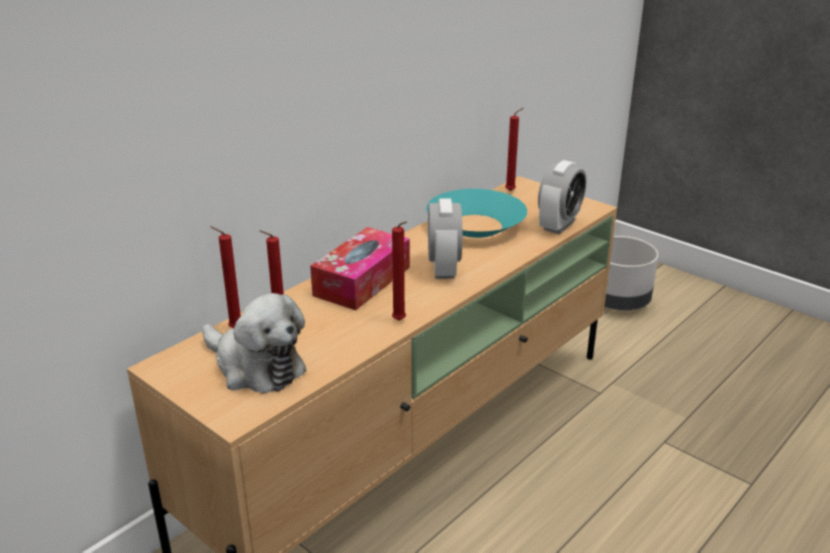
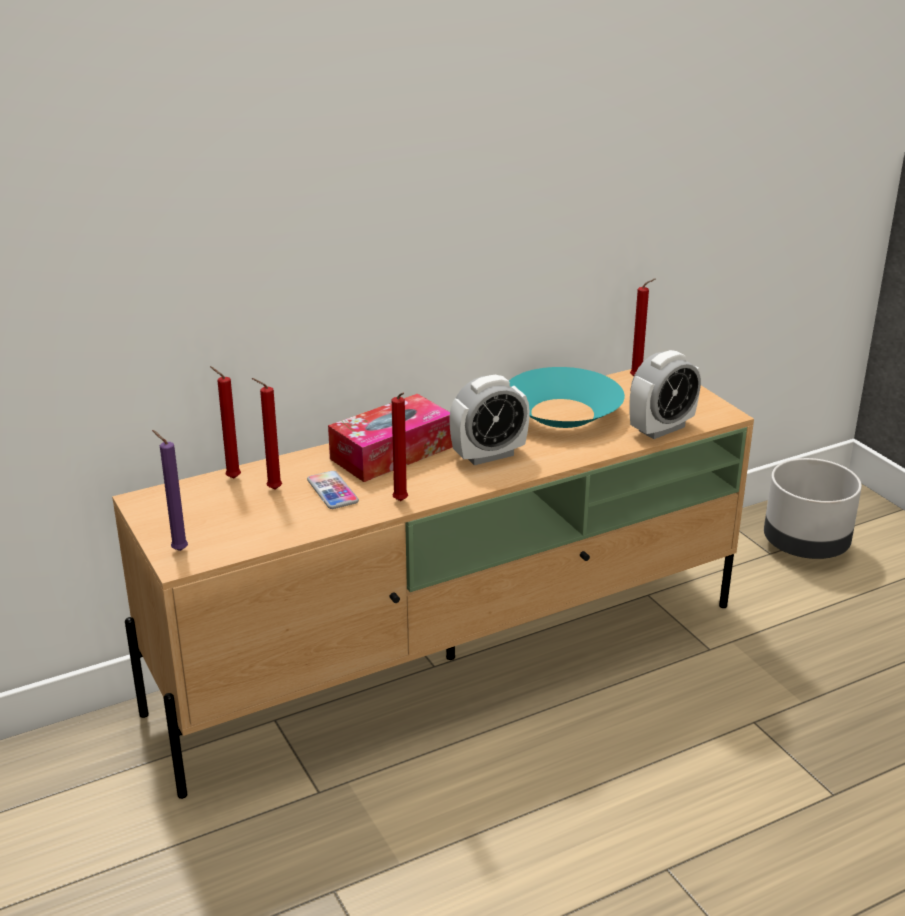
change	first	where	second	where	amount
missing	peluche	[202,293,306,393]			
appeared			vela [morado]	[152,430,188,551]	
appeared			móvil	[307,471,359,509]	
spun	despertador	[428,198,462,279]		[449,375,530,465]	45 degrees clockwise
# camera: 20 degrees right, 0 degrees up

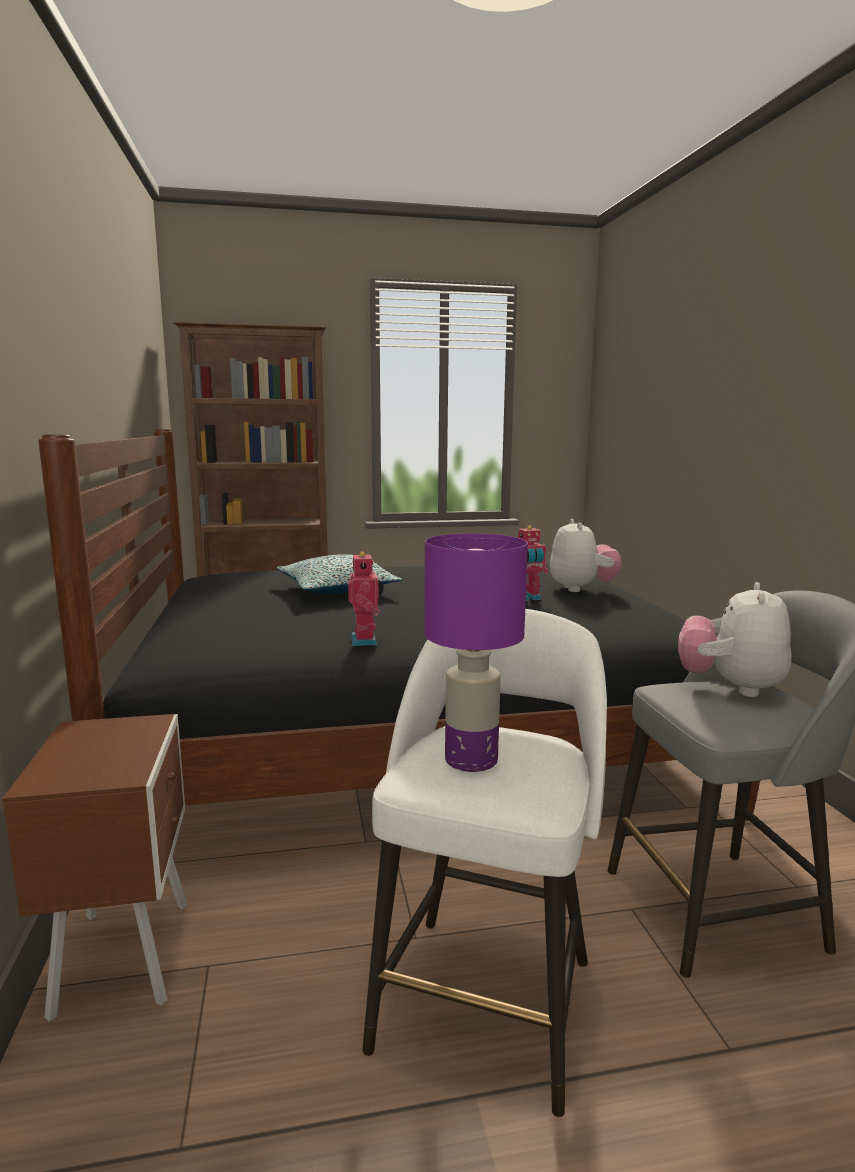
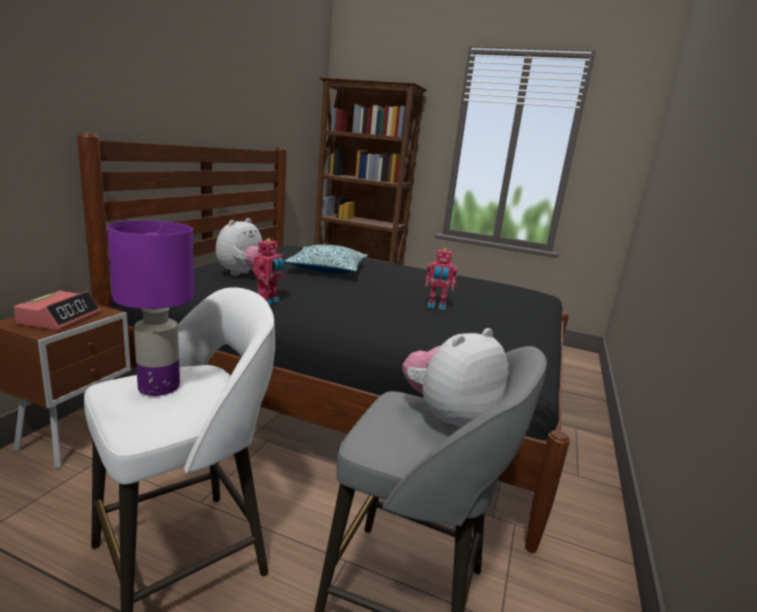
change	first	where	second	where	amount
appeared			despertador	[14,291,101,330]	
relocated	peluche	[550,519,621,592]		[216,218,277,276]	
# camera: 30 degrees right, 5 degrees up

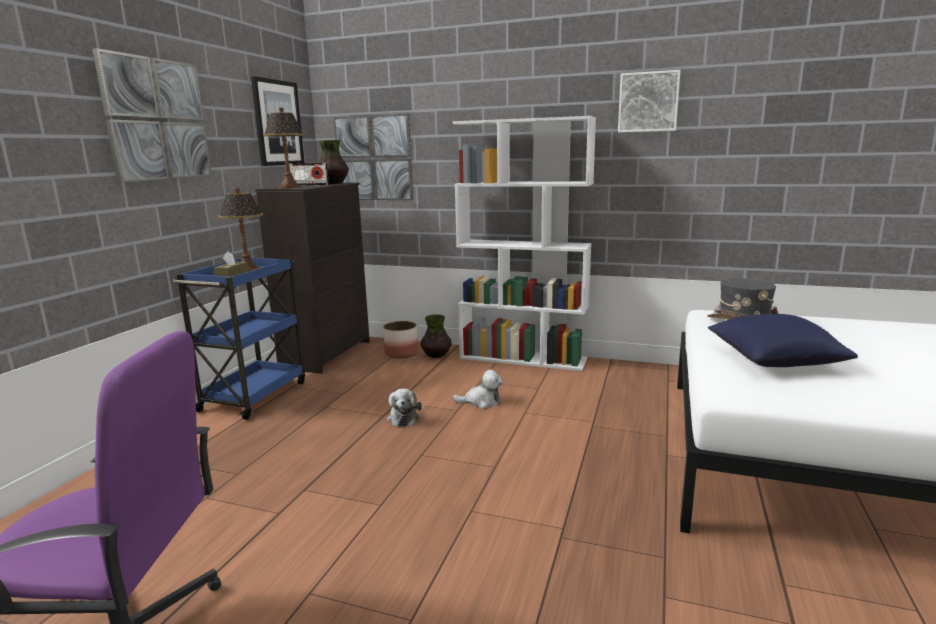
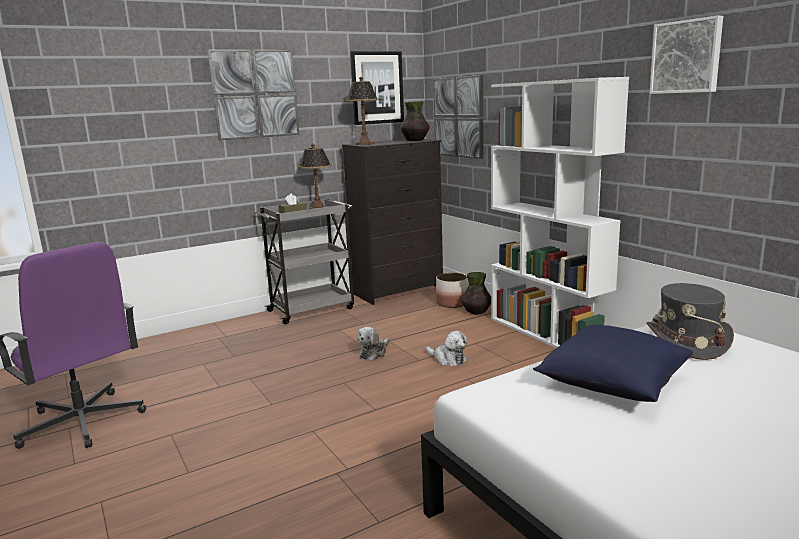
change	first	where	second	where	amount
missing	radio	[289,163,329,186]			
colour	carrito [azul]	[173,258,305,420]	carrito [gris]	[254,199,354,324]	
# camera: 40 degrees right, 0 degrees up

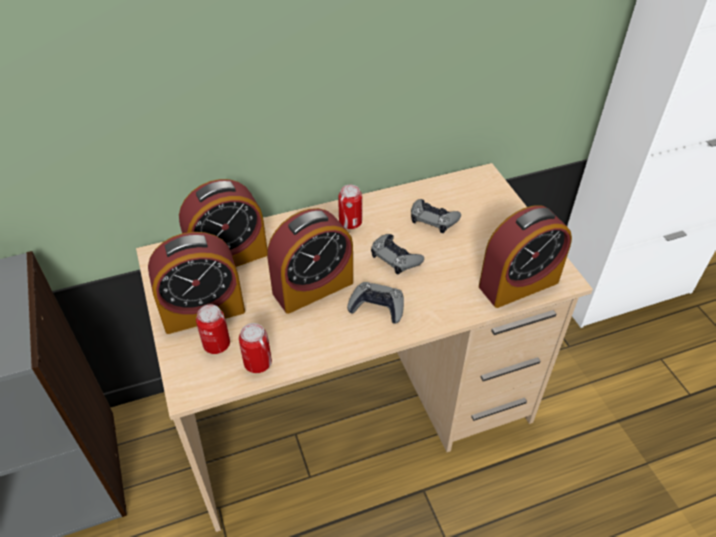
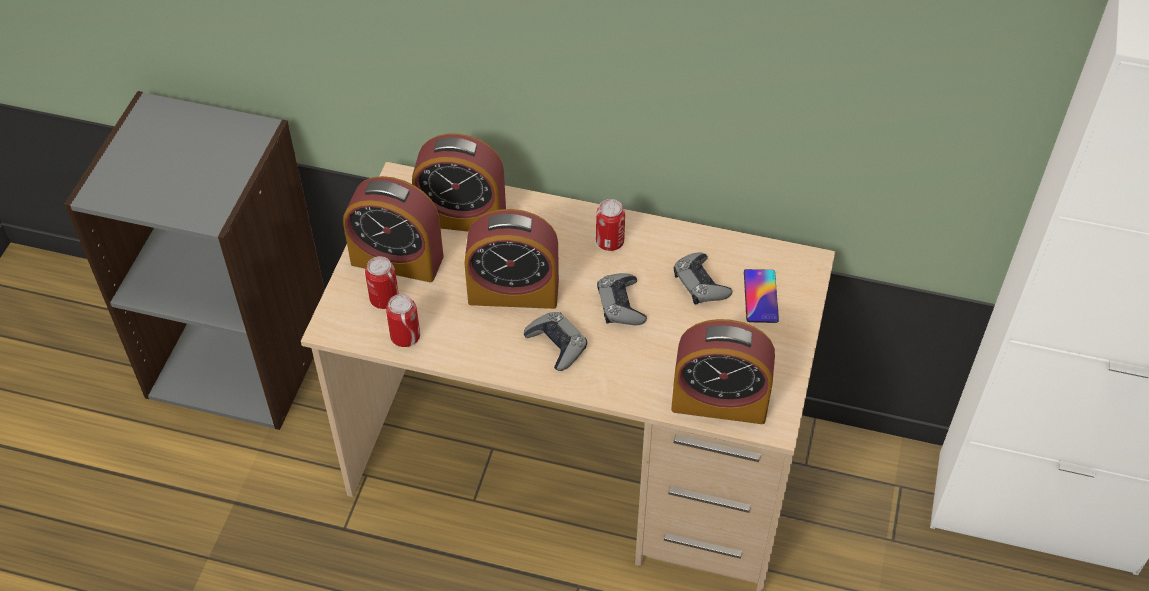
change	first	where	second	where	amount
appeared			móvil	[744,269,779,323]	
# camera: 35 degrees right, 5 degrees up

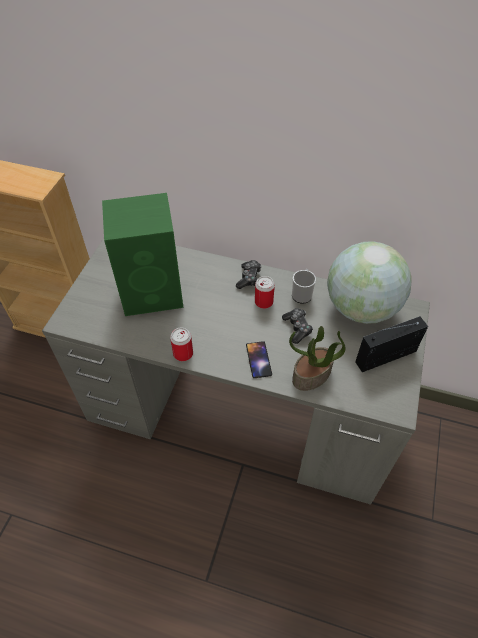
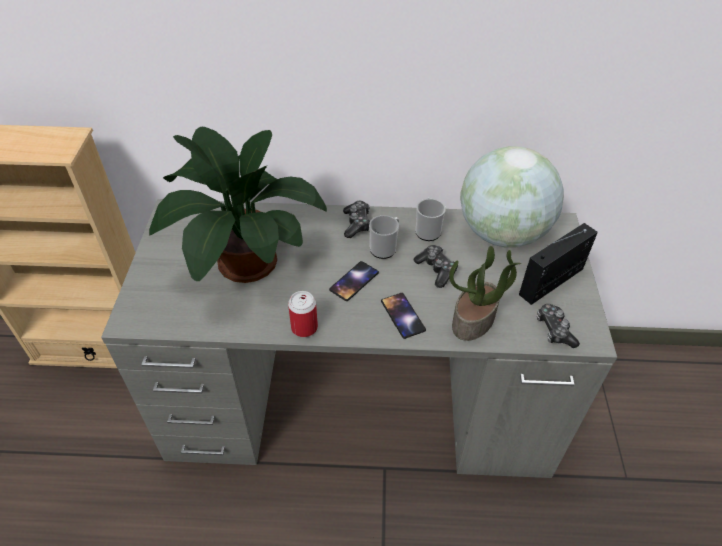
change	first	where	second	where	amount
appeared			móvil	[329,261,379,301]	
appeared			mando de consola	[537,304,580,348]	
exchanged	altavoz [verde]	[102,193,184,316]	planta en maceta	[149,127,327,283]	
exchanged	lata	[255,276,275,309]	taza grande	[369,215,399,259]	
# camera: 15 degrees left, 5 degrees down

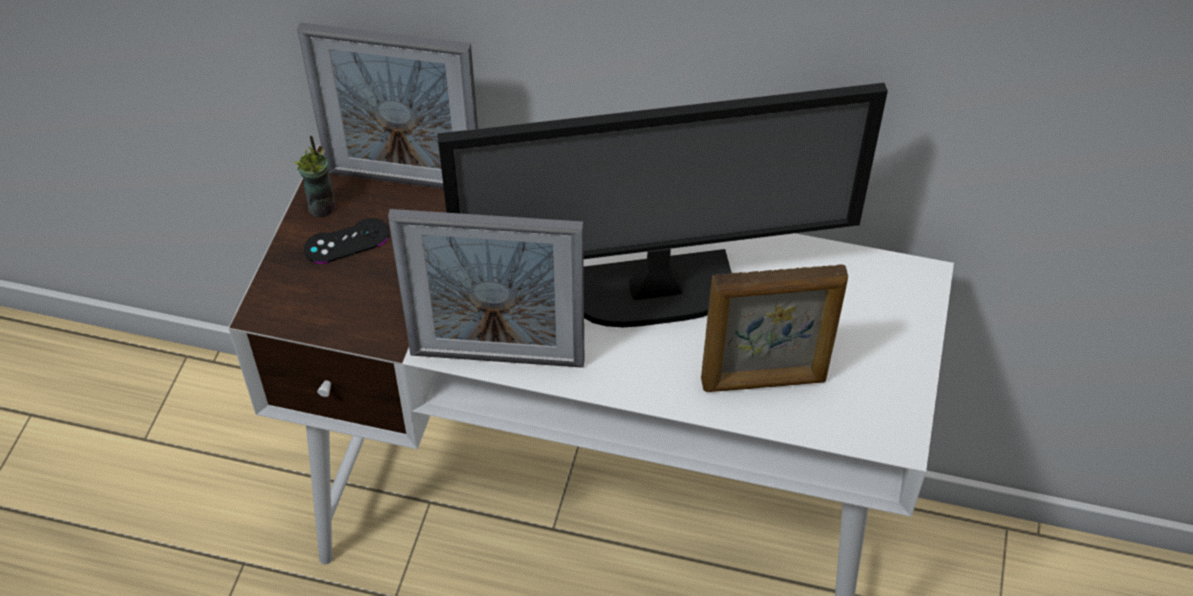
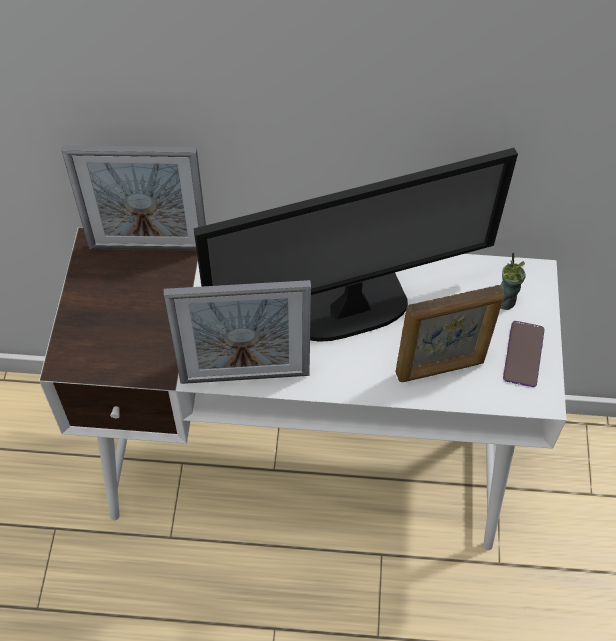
change	first	where	second	where	amount
missing	mando de consola [negro]	[304,218,390,264]			
appeared			móvil	[503,321,544,387]	
relocated	taza	[294,135,335,217]		[501,252,526,310]	
# camera: 10 degrees left, 5 degrees up

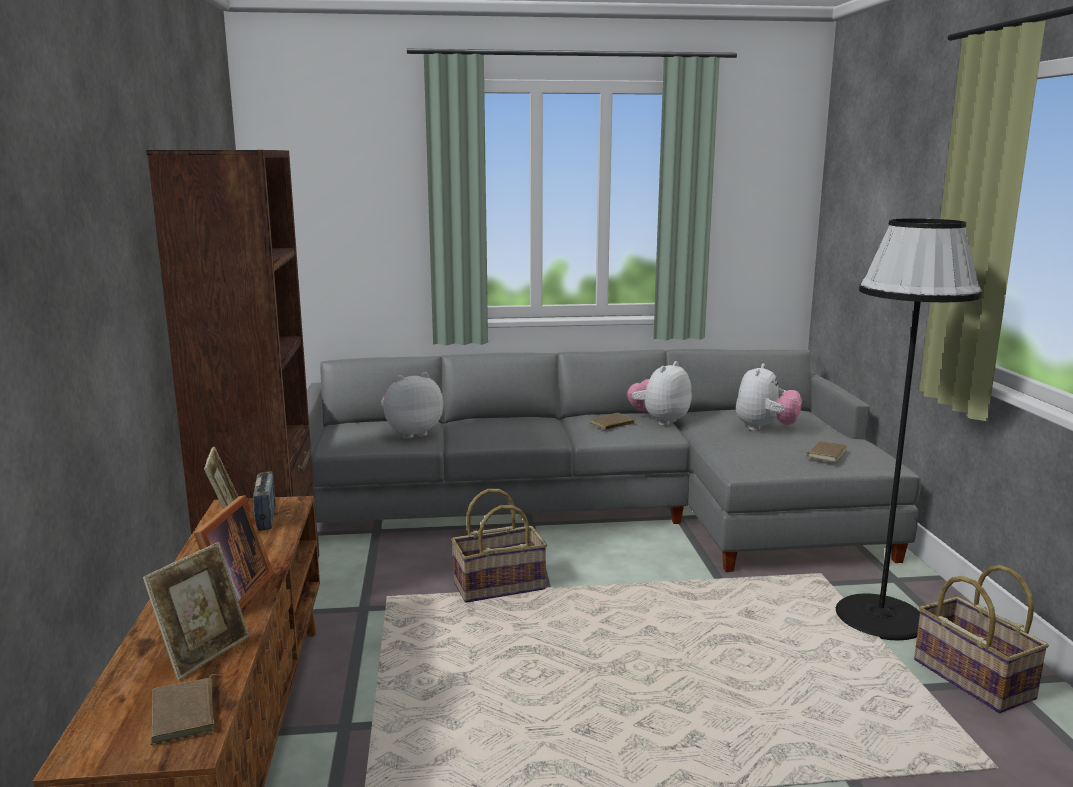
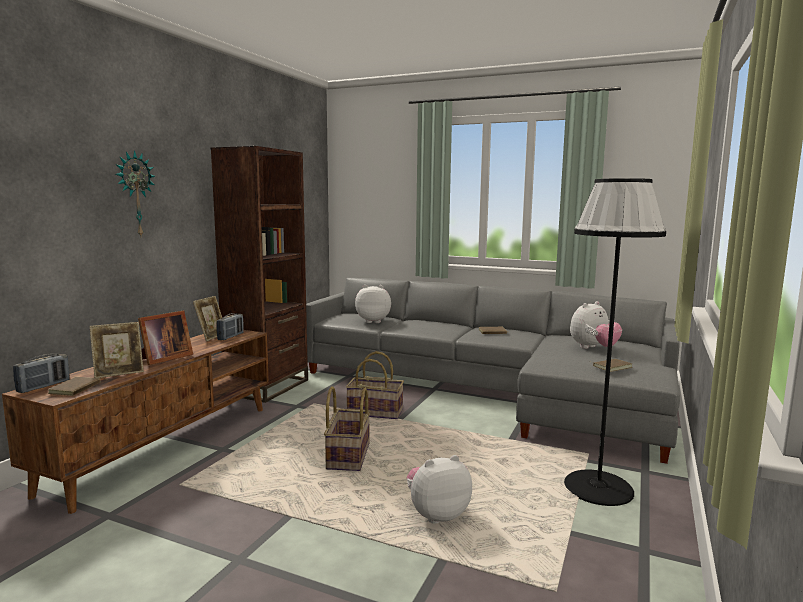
change	first	where	second	where	amount
appeared			radio	[13,354,70,393]	
appeared			reloj de pared	[116,150,155,237]	
relocated	peluche	[627,361,692,426]		[407,455,472,524]	
relocated	cesta	[914,565,1049,713]		[324,386,370,471]	
# camera: 30 degrees right, 5 degrees down

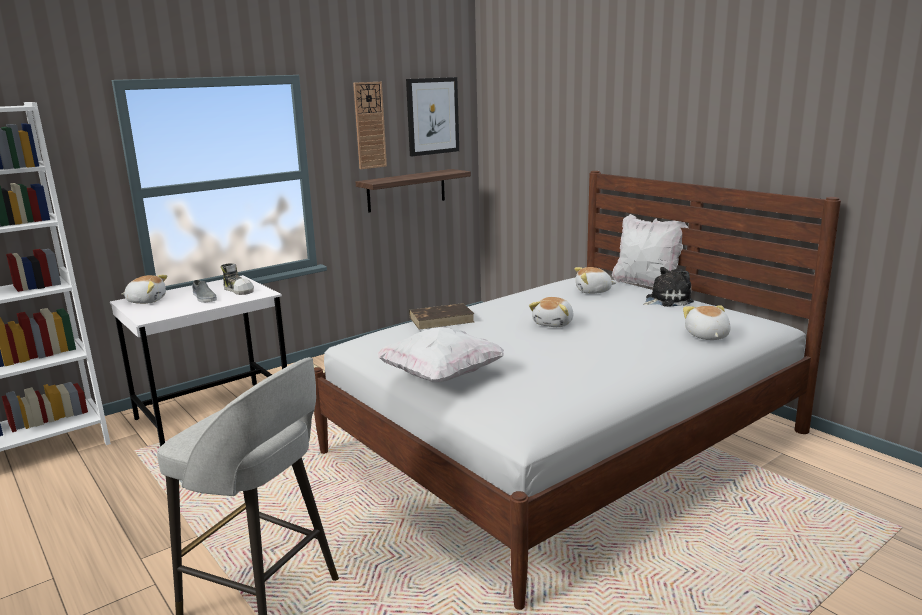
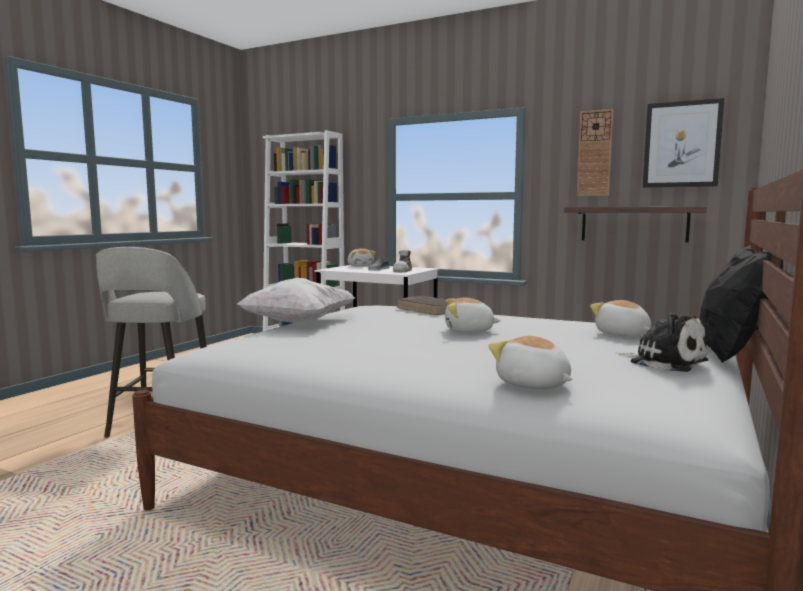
change	first	where	second	where	amount
colour	cojín [blanco]	[612,214,689,287]	cojín [negro]	[700,245,783,363]	
spun	peluche	[683,305,731,340]		[489,335,573,389]	105 degrees counterclockwise
# camera: 65 degrees right, 10 degrees down

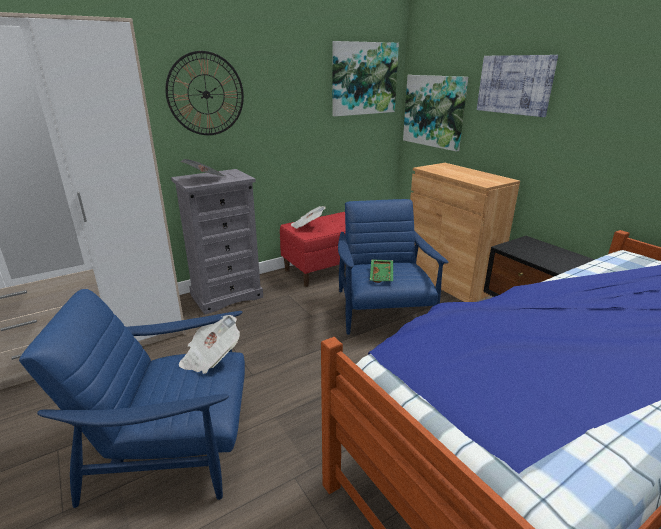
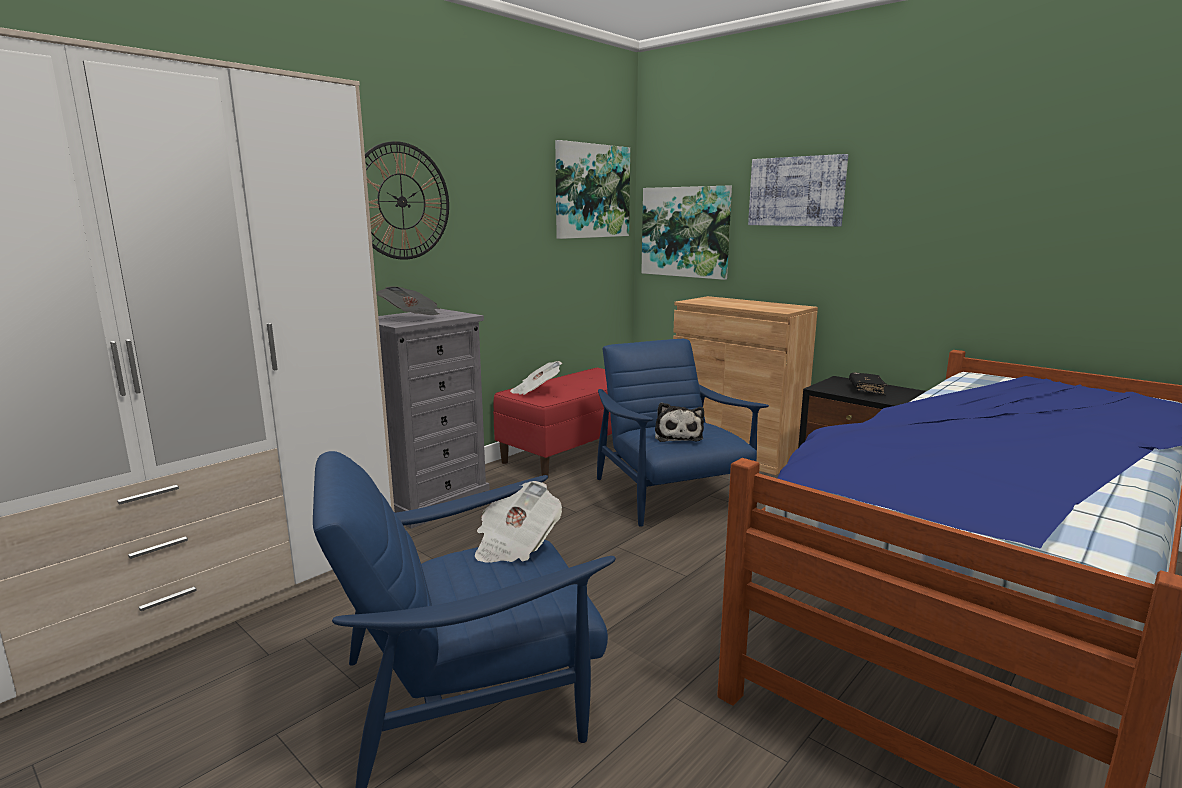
change	first	where	second	where	amount
appeared			libro [negro]	[849,373,888,395]	
exchanged	bandeja [verde]	[370,260,393,283]	peluche	[655,402,704,442]	
# camera: 15 degrees left, 10 degrees down

